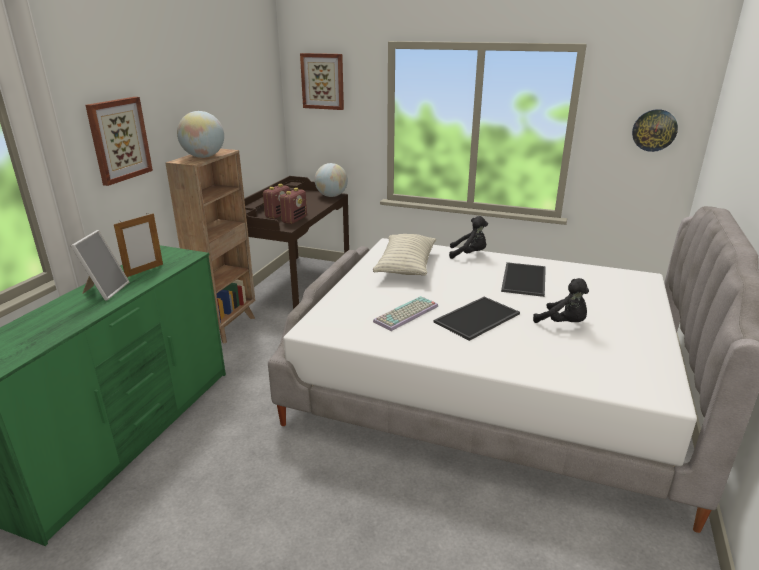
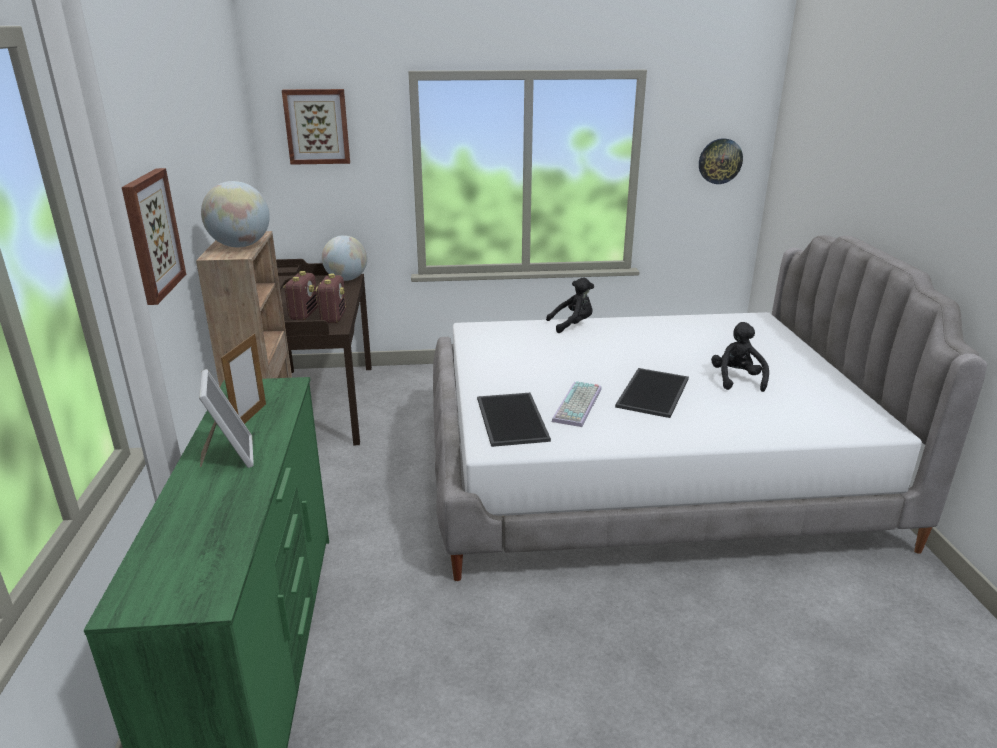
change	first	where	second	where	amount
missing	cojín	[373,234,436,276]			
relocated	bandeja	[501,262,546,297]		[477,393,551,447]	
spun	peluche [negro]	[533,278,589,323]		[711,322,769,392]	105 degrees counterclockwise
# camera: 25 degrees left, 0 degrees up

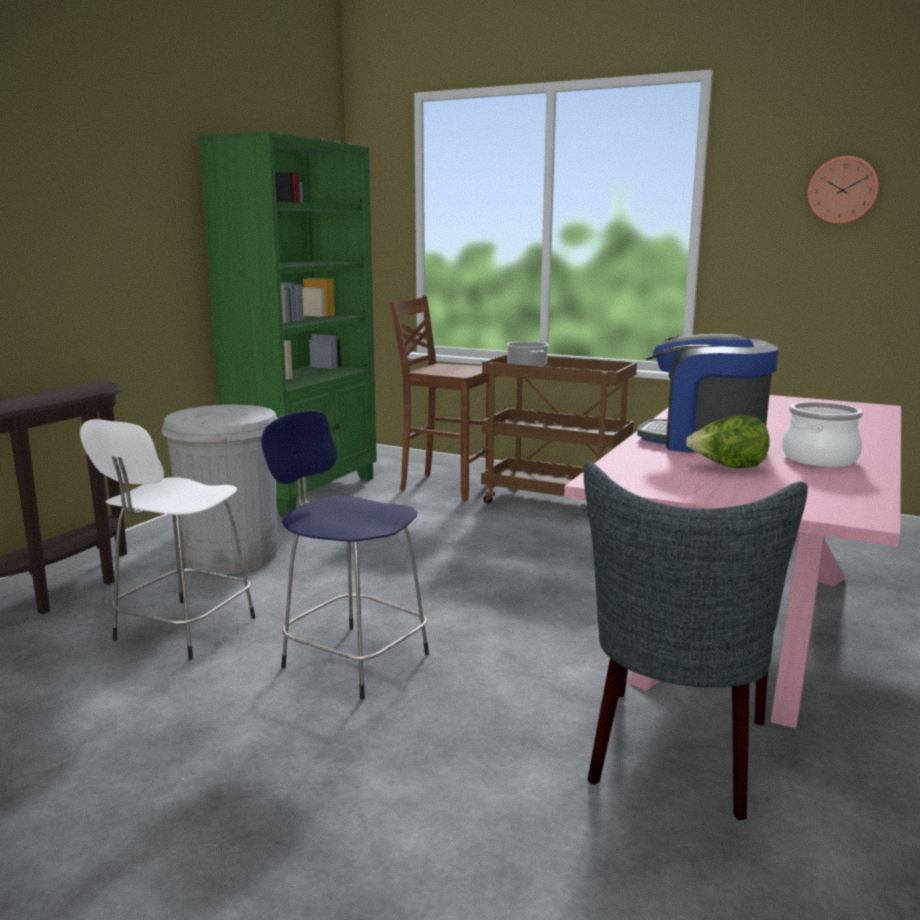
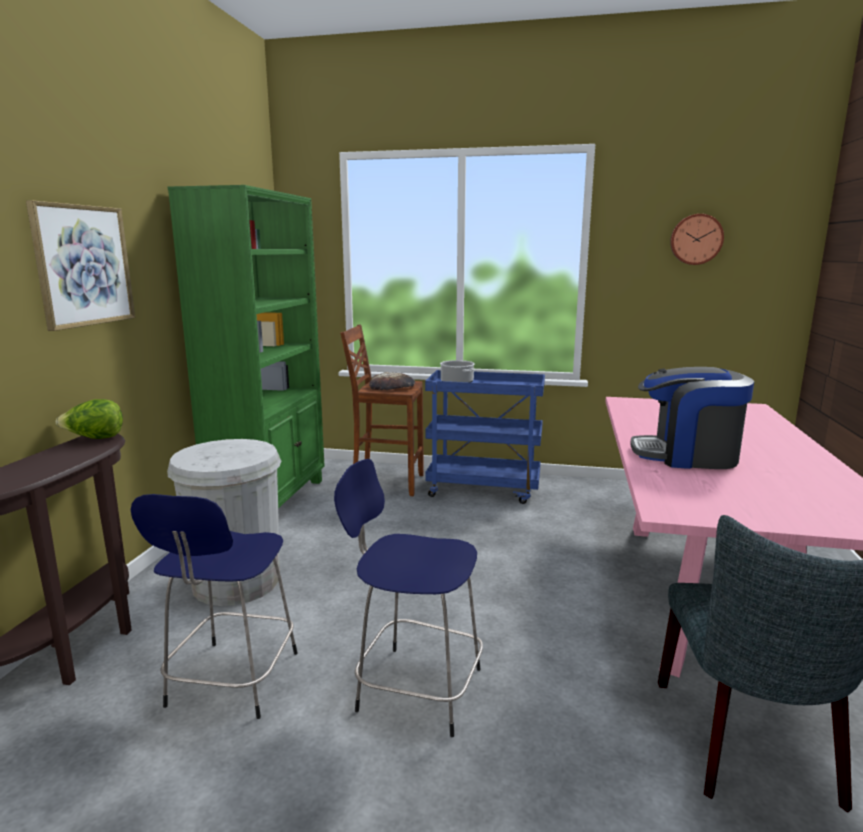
change	first	where	second	where	amount
missing	olla	[782,402,863,467]			
appeared			cuadro	[26,200,135,331]	
appeared			pan	[369,372,416,390]	
relocated	lechuga	[686,415,770,468]		[56,399,123,439]	
colour	taburete [blanco]	[80,419,255,660]	taburete [azul]	[131,494,297,719]	
colour	carrito [marrón]	[481,354,637,518]	carrito [azul]	[425,370,545,504]	
# camera: 15 degrees left, 0 degrees up

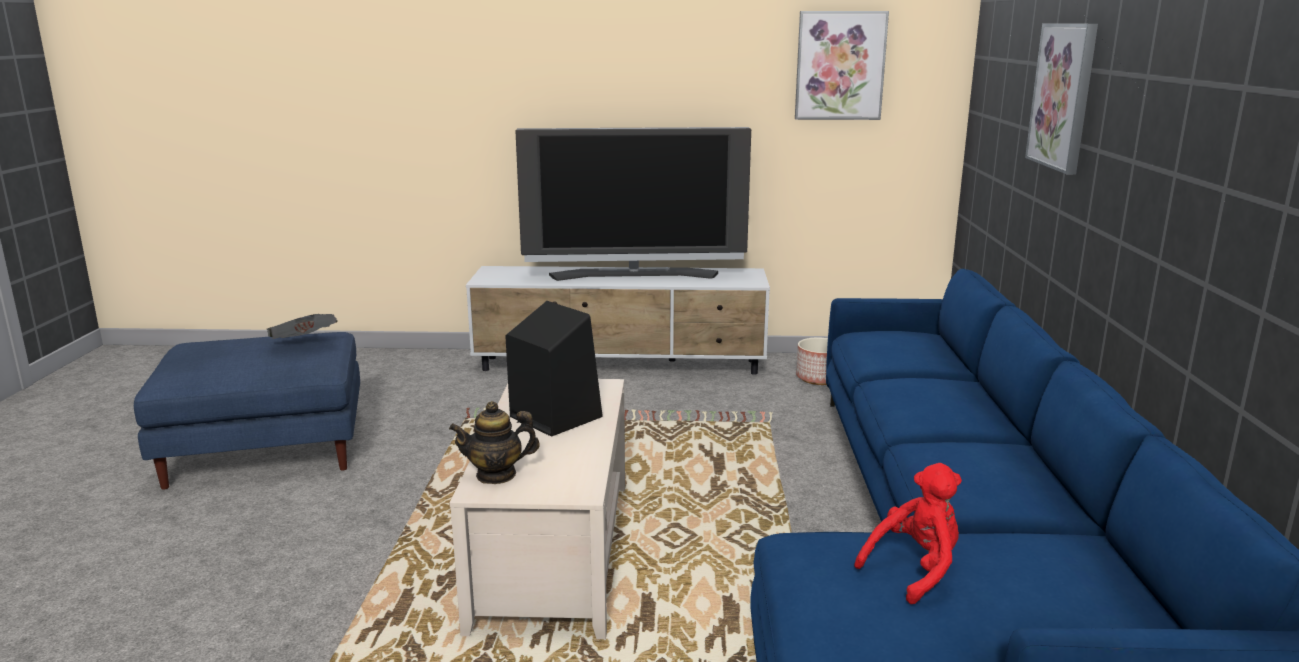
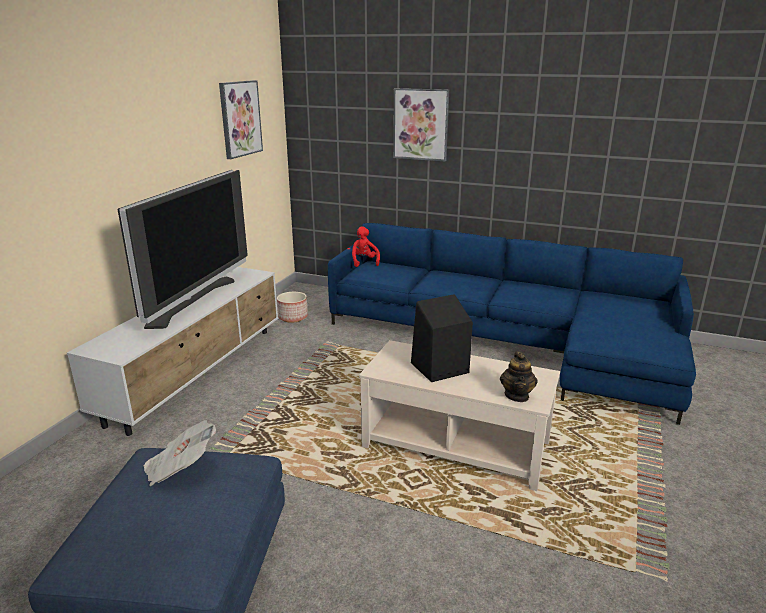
change	first	where	second	where	amount
relocated	peluche [rojo]	[854,463,962,604]		[348,226,380,267]	
# camera: 70 degrees left, 5 degrees up

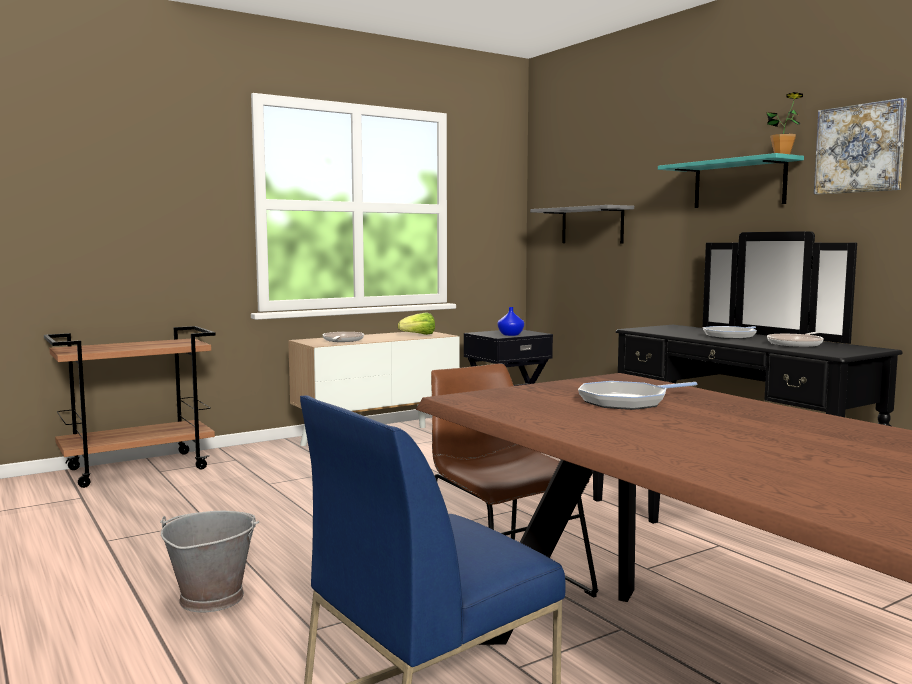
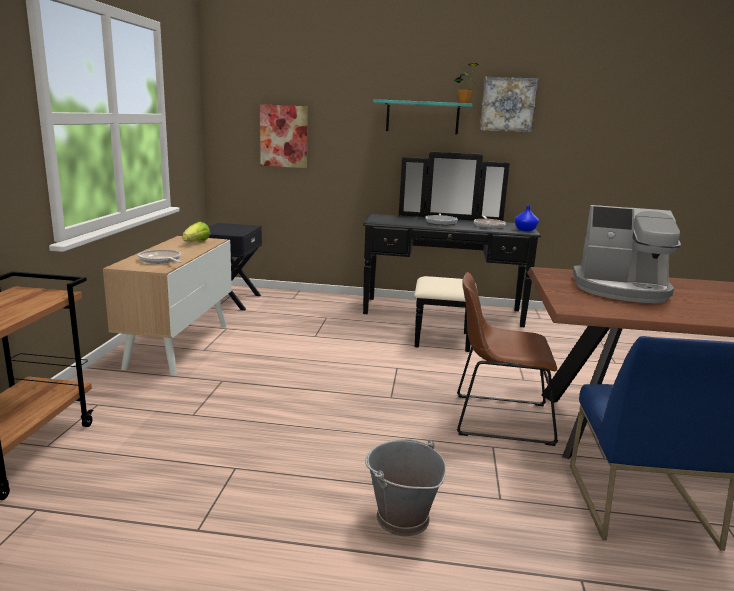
change	first	where	second	where	amount
relocated	florero [azul]	[498,307,524,336]		[515,206,539,231]	
exchanged	estante [gris]	[530,205,634,243]	cuadro	[260,104,308,168]	
exchanged	sartén	[578,381,697,410]	cafetera	[573,205,681,303]	
# camera: 50 degrees left, 10 degrees up

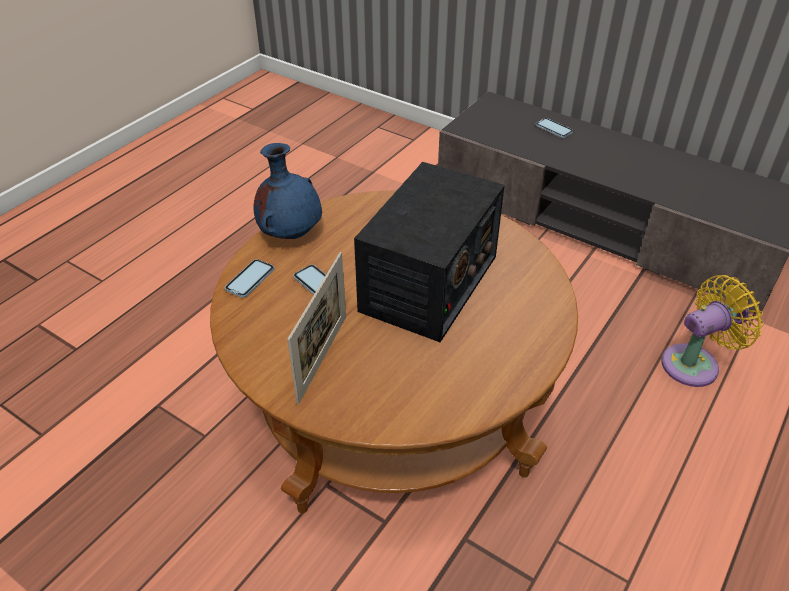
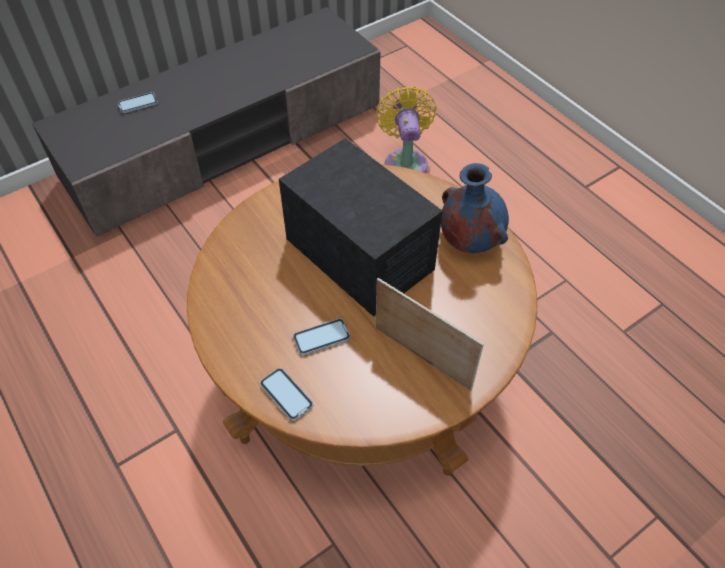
change	first	where	second	where	amount
relocated	florero [azul]	[253,143,322,239]		[441,163,509,253]	
# camera: 70 degrees left, 10 degrees up

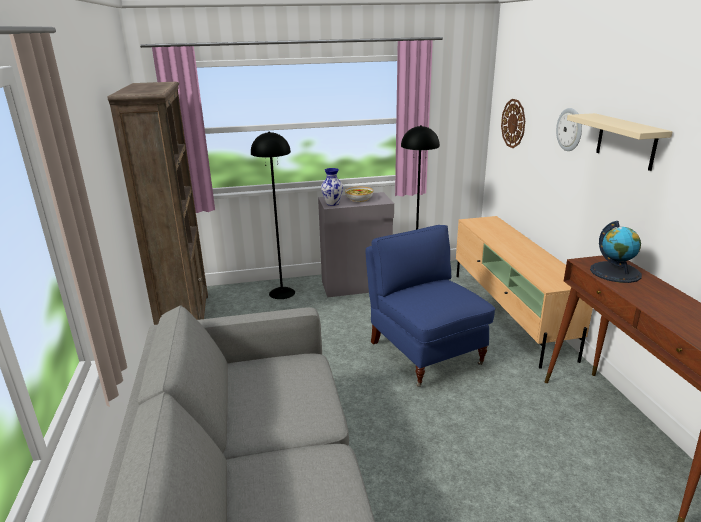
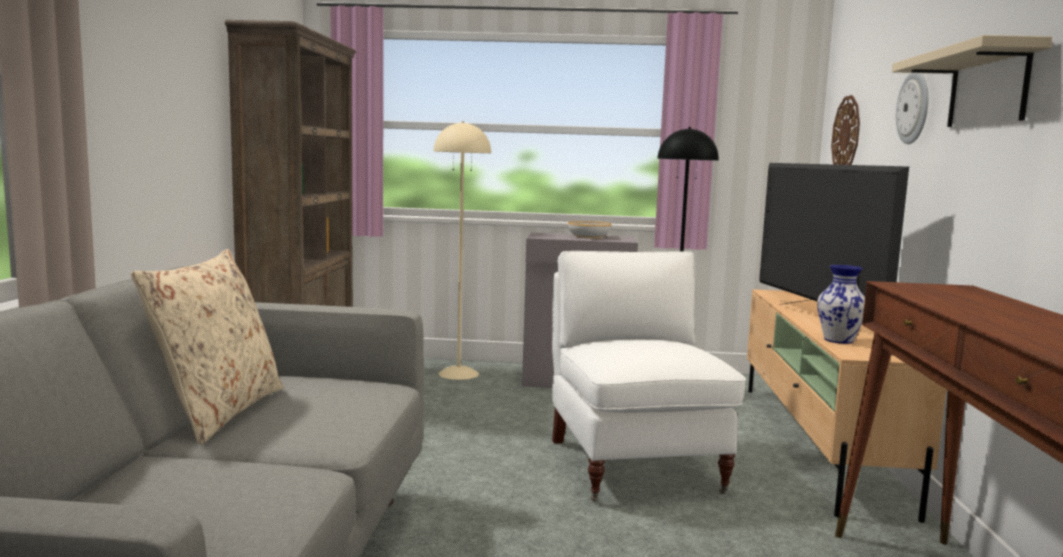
change	first	where	second	where	amount
missing	globo terráqueo	[590,221,642,283]			
appeared			cojín [beis]	[131,249,283,445]	
appeared			televisor	[759,163,909,335]	
relocated	florero	[321,168,343,206]		[817,265,865,344]	
colour	lámpara de pie [negro]	[251,131,295,299]	lámpara de pie [beis]	[434,121,491,380]	
colour	sillón [azul]	[366,225,495,387]	sillón [blanco]	[552,251,746,501]	
# camera: 15 degrees right, 15 degrees down

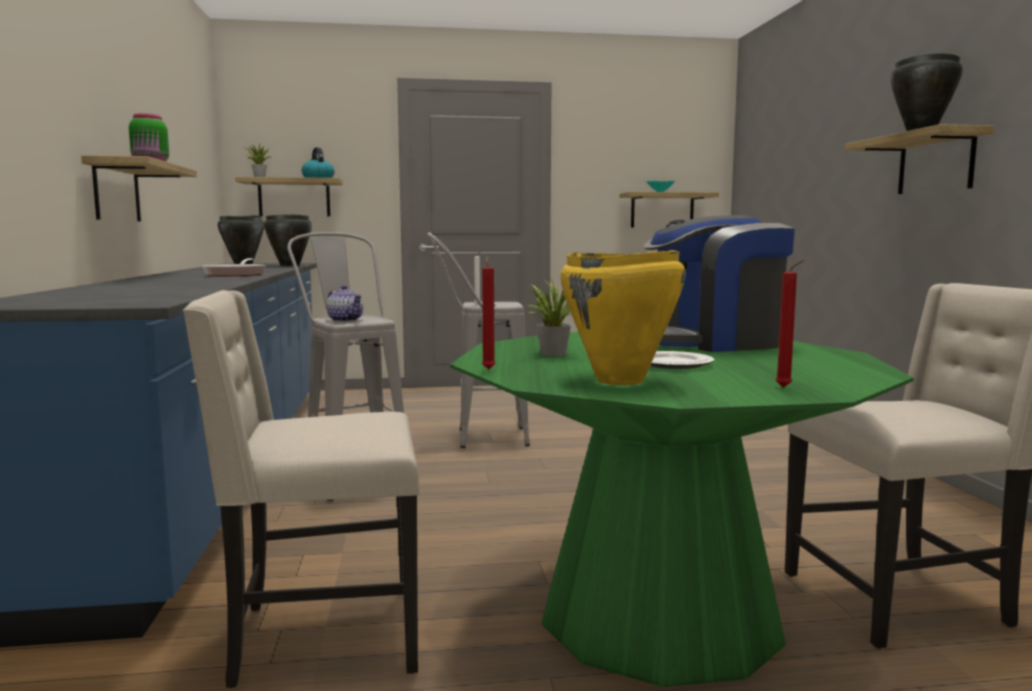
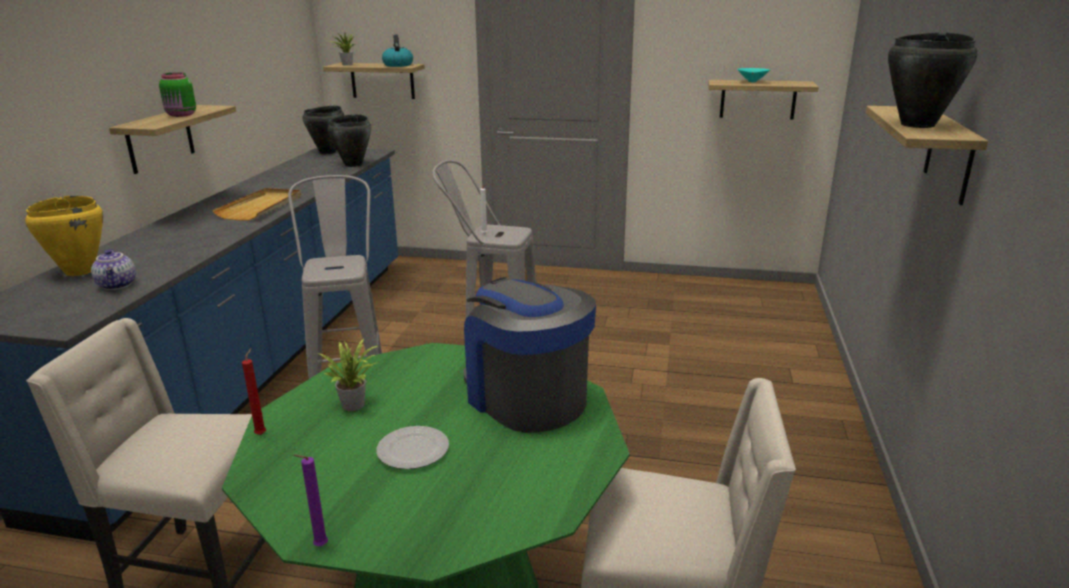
change	first	where	second	where	amount
missing	vela [rojo]	[776,260,804,388]			
appeared			vela [morado]	[293,455,328,546]	
relocated	tetera	[326,285,363,322]		[91,249,136,290]	
relocated	olla [amarillo]	[560,250,686,385]		[25,196,103,276]	
exchanged	sartén	[203,258,266,276]	bandeja [beis]	[212,188,301,221]	
spun	cafetera	[644,215,795,352]		[464,277,596,433]	45 degrees clockwise
# camera: 20 degrees right, 15 degrees up

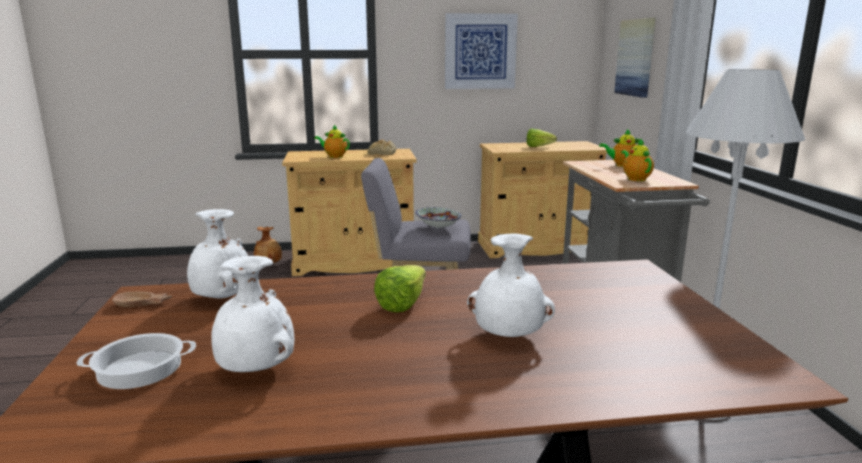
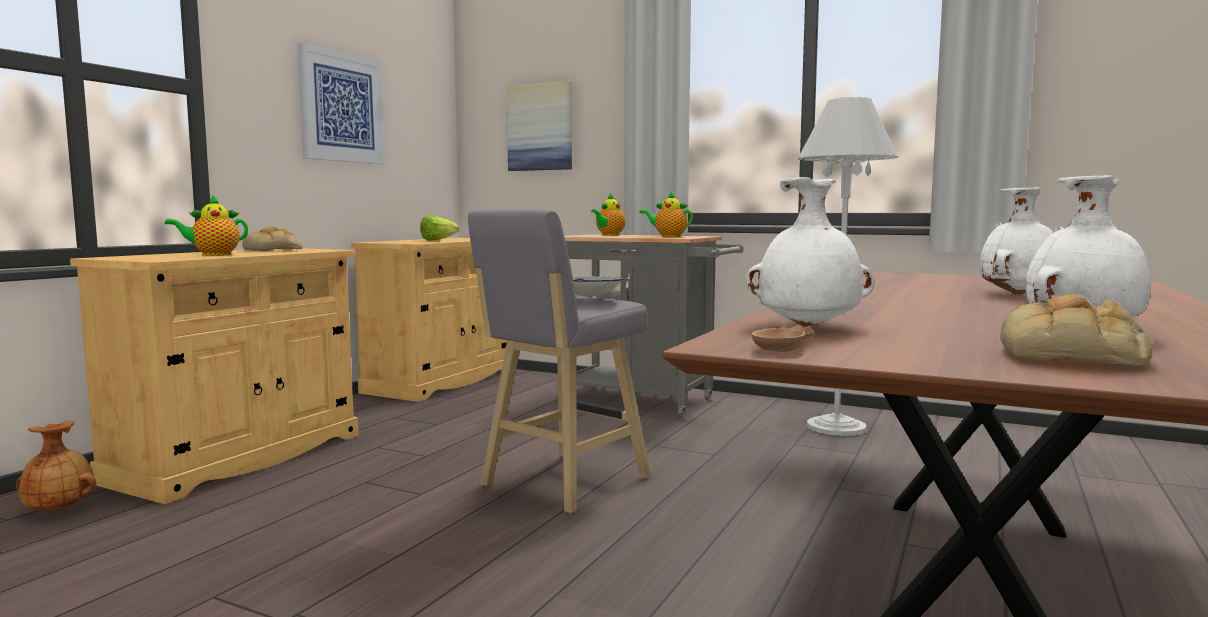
change	first	where	second	where	amount
missing	lechuga	[374,265,426,312]			
exchanged	olla	[76,333,196,389]	pan	[1000,294,1153,366]	
# camera: 55 degrees left, 10 degrees down

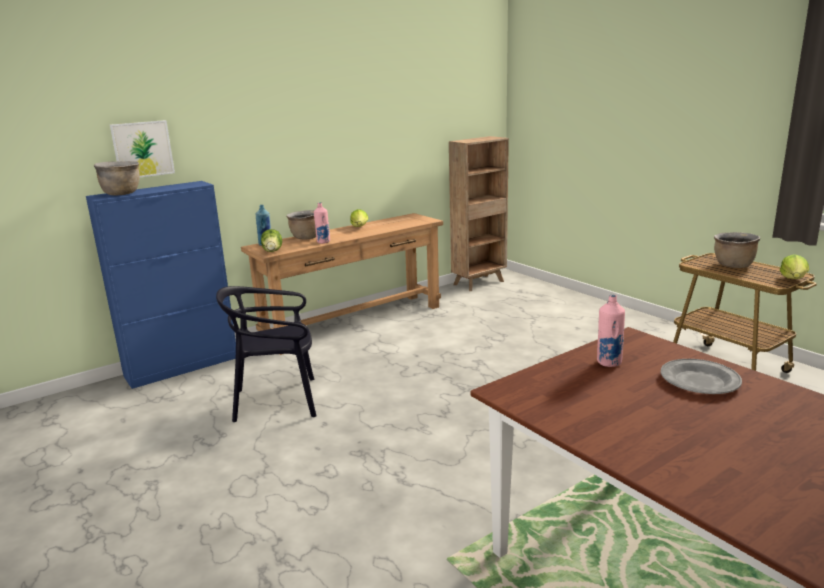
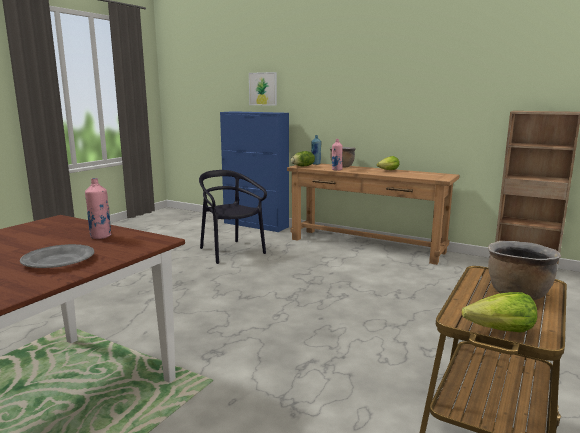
change	first	where	second	where	amount
missing	olla [marrón]	[93,161,140,195]			
# camera: 65 degrees right, 5 degrees down

